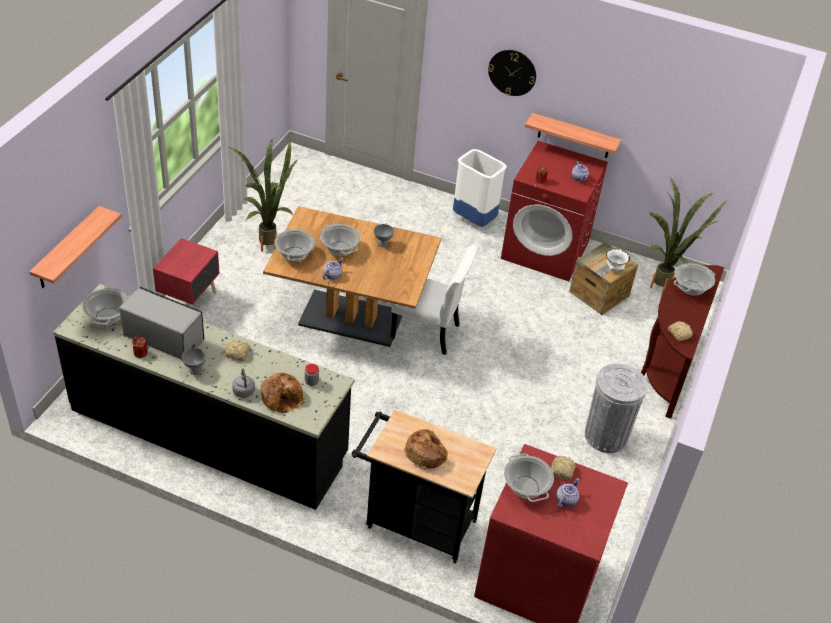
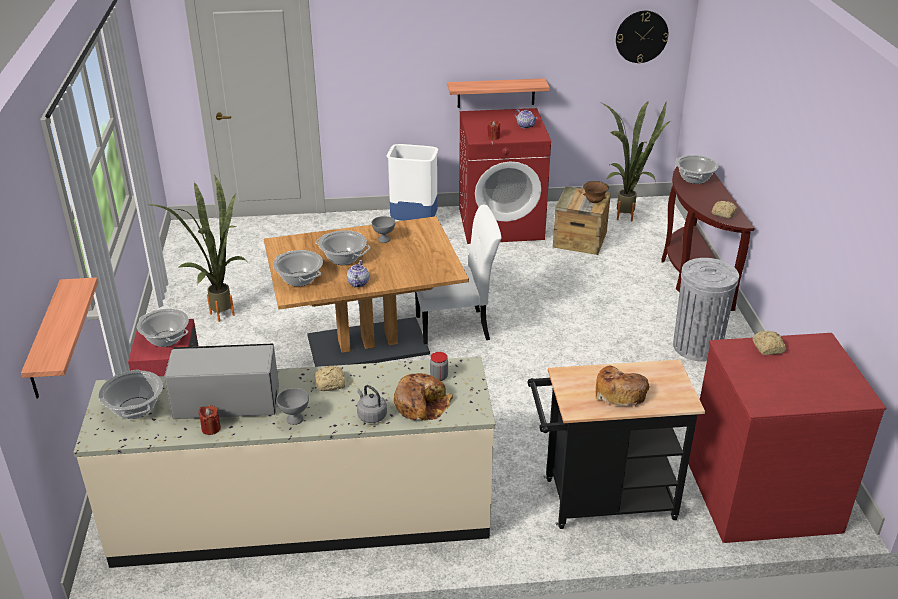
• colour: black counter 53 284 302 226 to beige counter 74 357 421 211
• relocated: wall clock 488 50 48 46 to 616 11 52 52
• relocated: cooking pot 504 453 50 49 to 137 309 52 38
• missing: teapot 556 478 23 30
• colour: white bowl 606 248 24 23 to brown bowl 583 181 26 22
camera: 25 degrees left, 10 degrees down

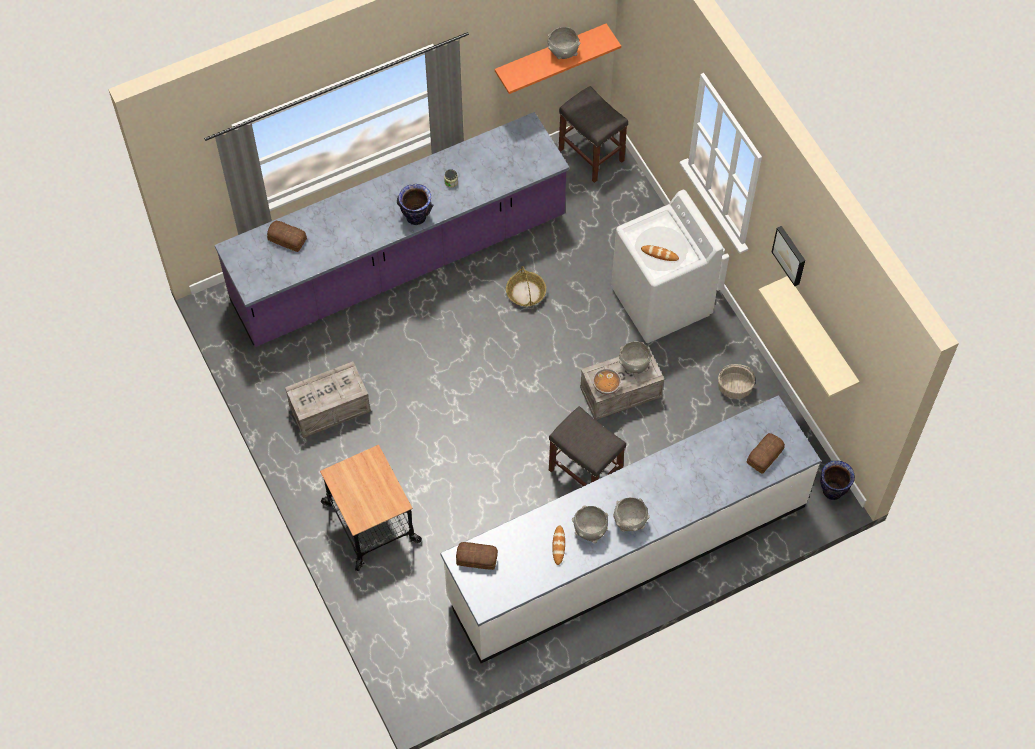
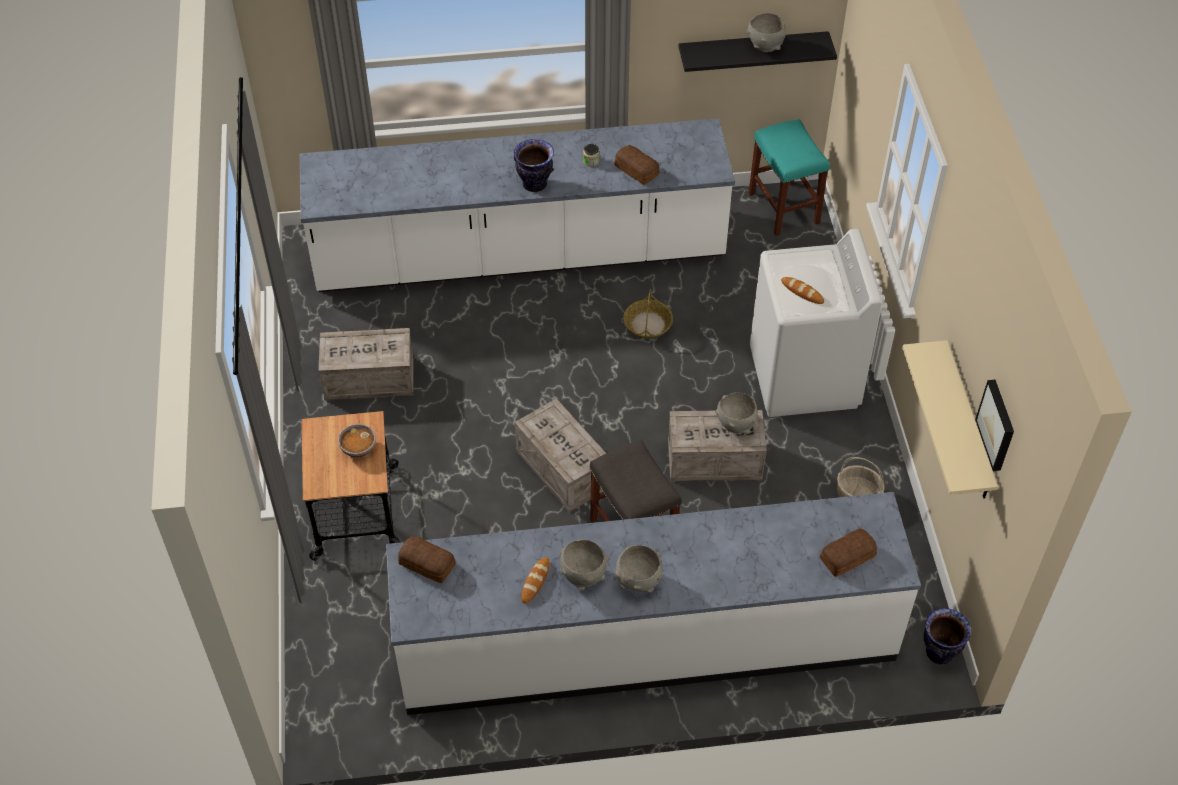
• colour: purple counter 215 112 354 235 to white counter 300 118 435 174
• relocated: bread 267 221 40 31 to 614 145 45 40
• colour: orange shelf 495 24 126 70 to black shelf 679 31 158 41
• colour: grey stool 559 86 69 97 to turquoise stool 749 119 81 117
• relocated: bowl 593 368 28 27 to 338 424 38 34
• relocated: picture 772 226 33 60 to 975 379 39 92
• appeared: crate 514 398 92 114
camera: 20 degrees right, 10 degrees down

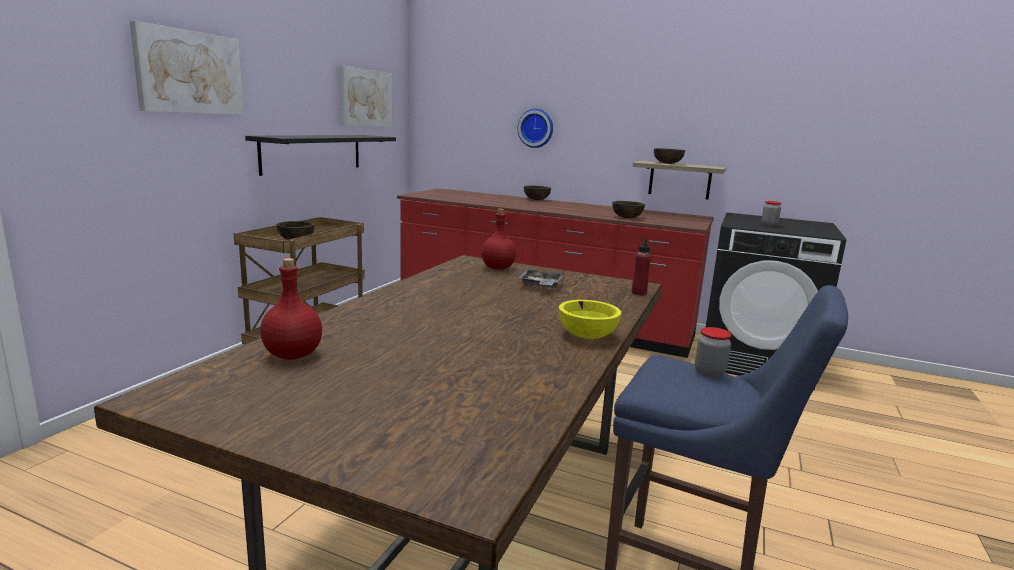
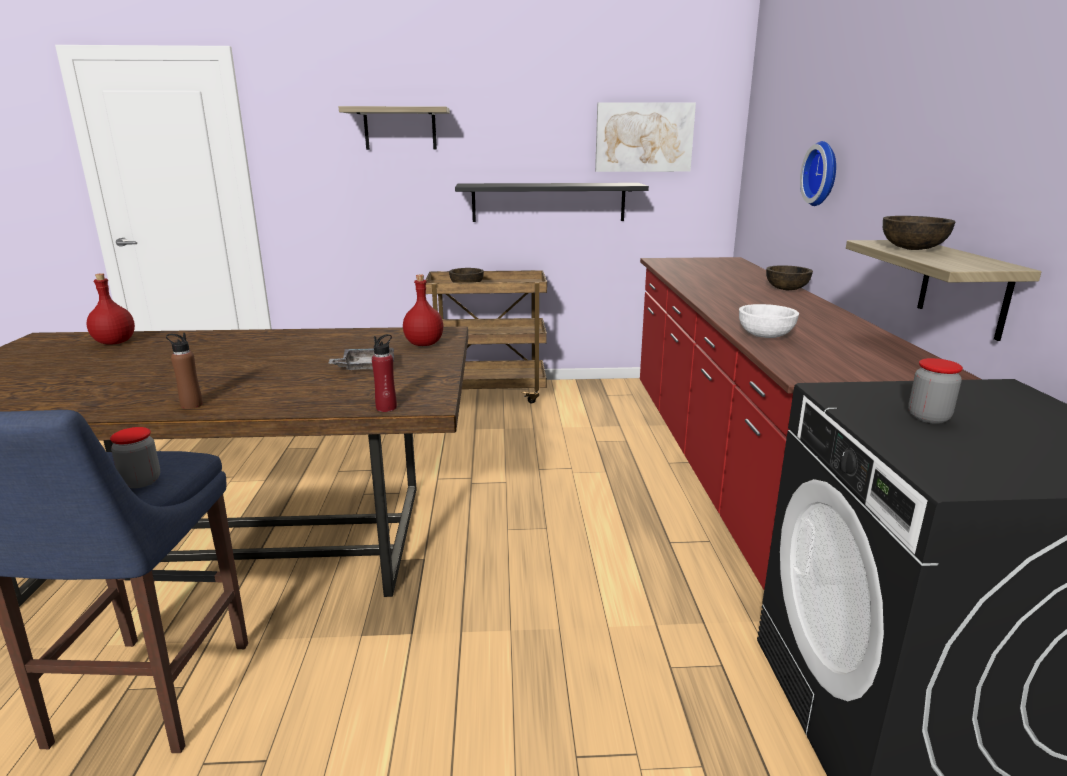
• exchanged: picture 130 21 114 94 to shelf 339 106 111 44
• exchanged: yellow bowl 559 300 62 39 to brown bottle 166 333 37 76
• colour: brown bowl 612 201 33 17 to white bowl 739 304 60 34
camera: 65 degrees right, 5 degrees up

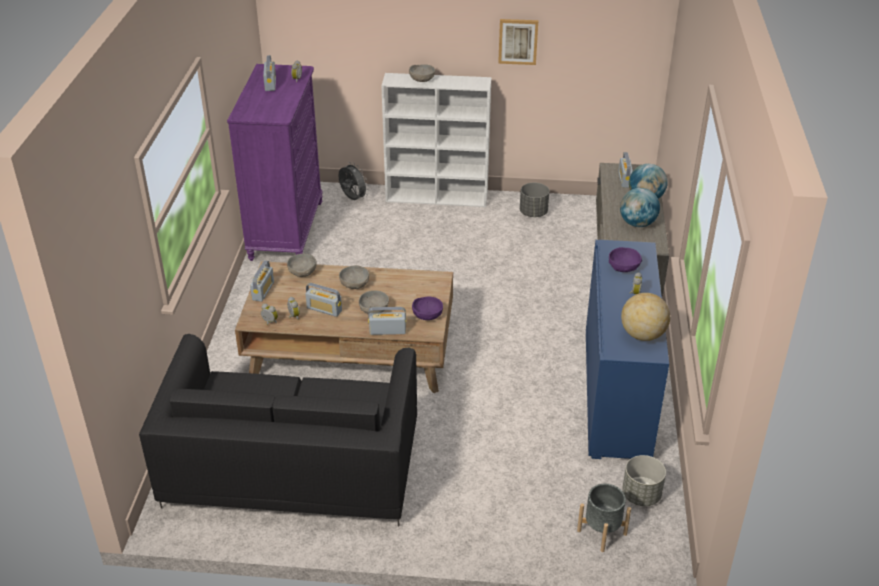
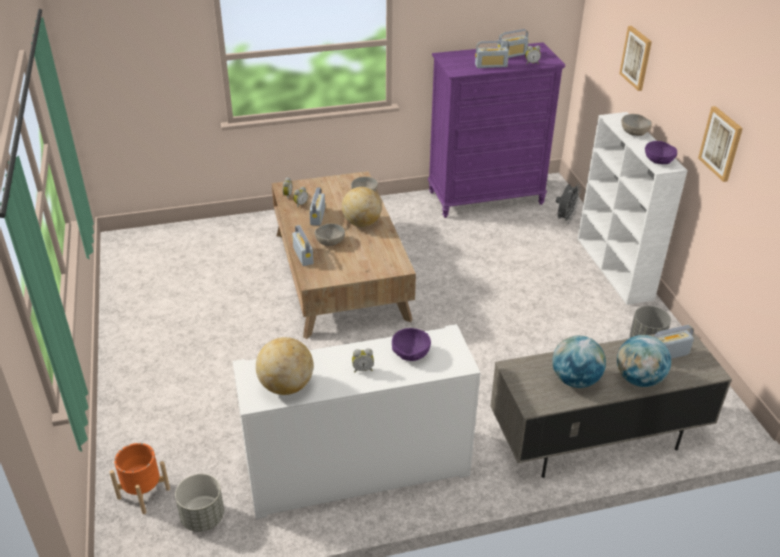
• missing: black sofa 139 334 278 193
• relocated: radio 250 260 24 42 to 475 41 34 27
• exchanged: grey bowl 339 265 30 24 to globe 342 187 40 40
• relocated: purple bowl 412 297 31 23 to 645 141 32 23
• colour: grey planter 577 484 54 68 to orange planter 110 443 60 71
• colour: blue cabinet 586 240 83 219 to white cabinet 232 324 248 195
• appeared: picture 619 26 33 65
camera: 70 degrees right, 0 degrees up

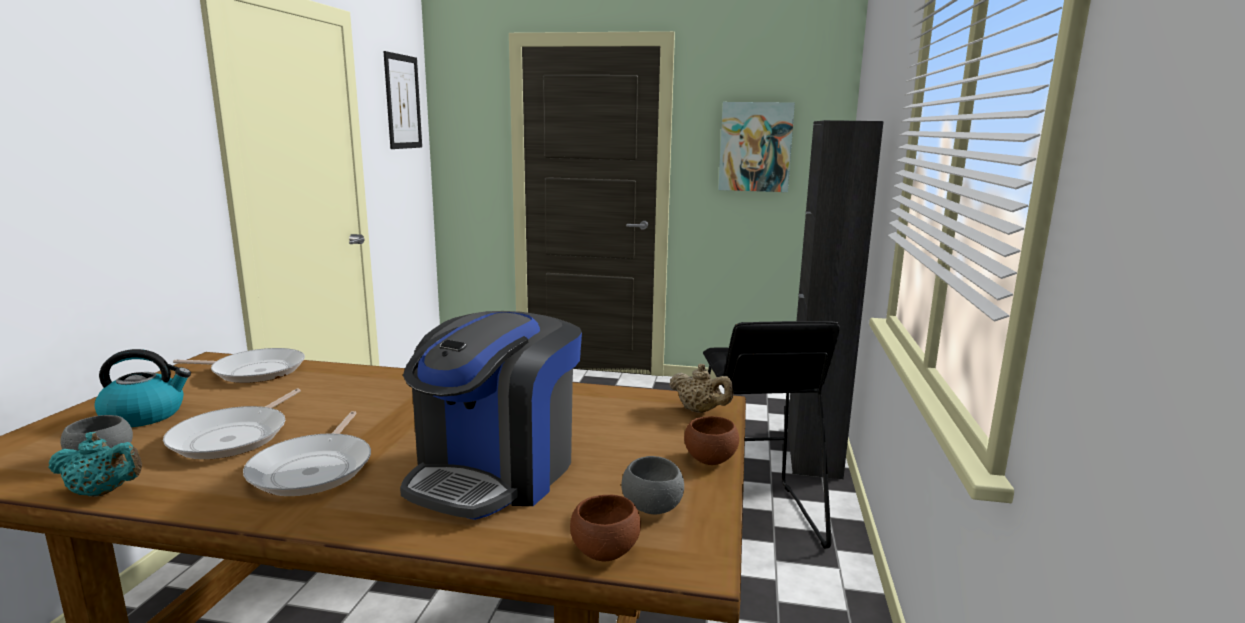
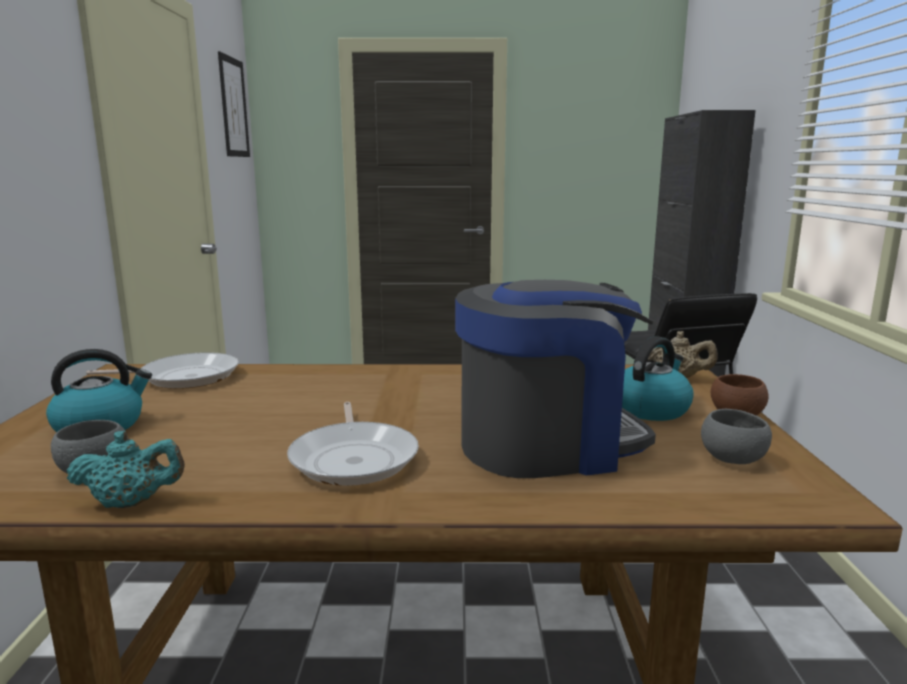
• missing: frying pan 163 389 138 70
• spun: coffee machine 400 311 182 209 = 455 280 201 198 120 degrees counterclockwise
• missing: brown bowl 570 495 71 66
• missing: picture 718 102 77 90
• appeared: kettle 622 336 72 85
camera: 10 degrees left, 0 degrees up

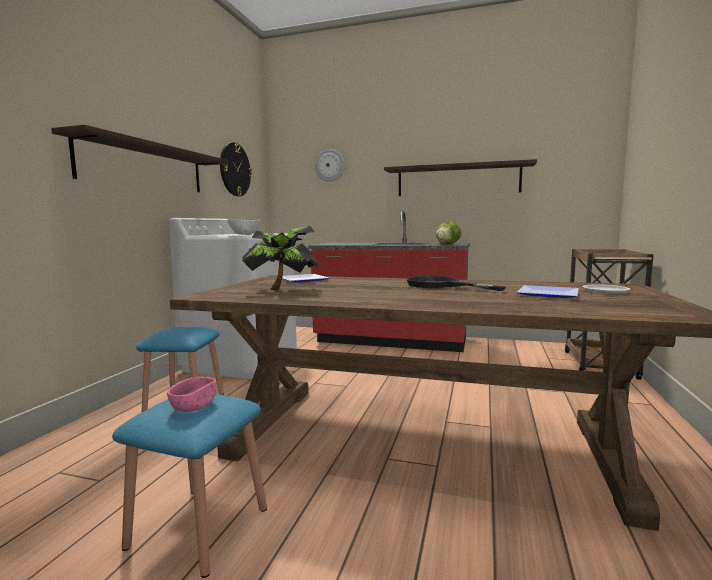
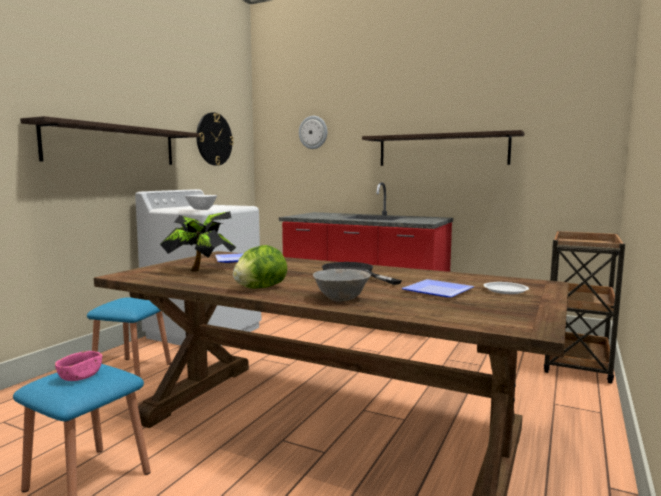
• relocated: lettuce 436 221 26 23 to 233 245 54 44
• appeared: grey bowl 313 269 58 33
camera: 10 degrees right, 0 degrees up

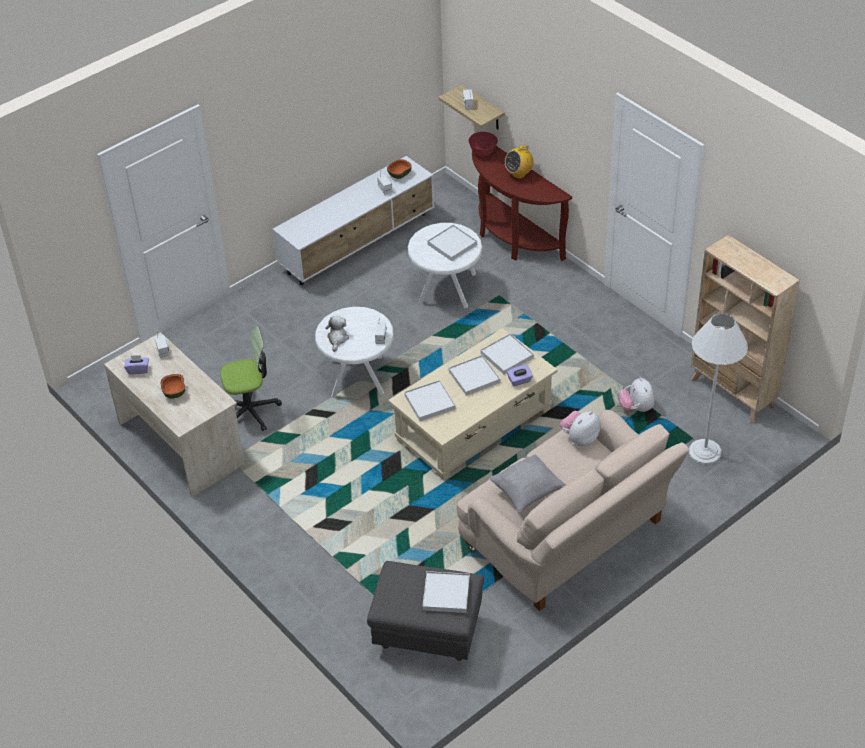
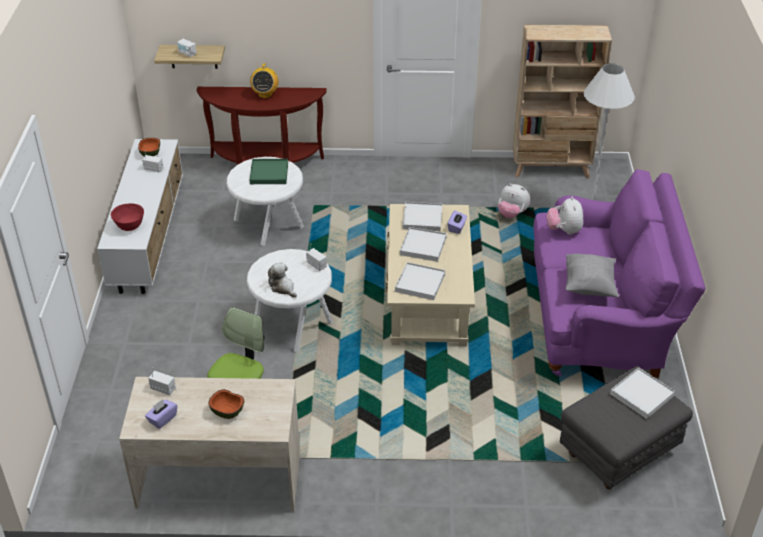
• colour: white tray 427 225 50 36 to green tray 250 159 38 25
• colour: beige sofa 457 410 232 201 to purple sofa 533 169 173 209
• relocated: red bowl 469 132 29 25 to 111 203 33 28
camera: 50 degrees left, 5 degrees down

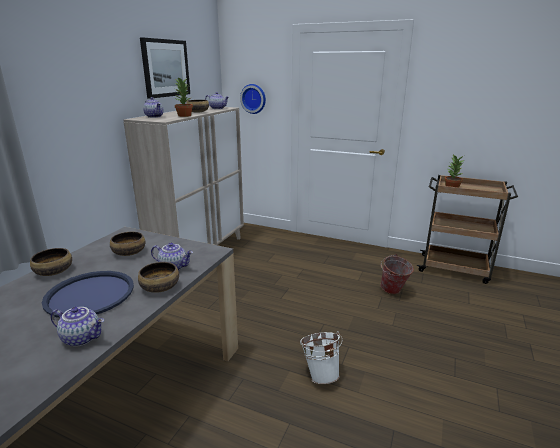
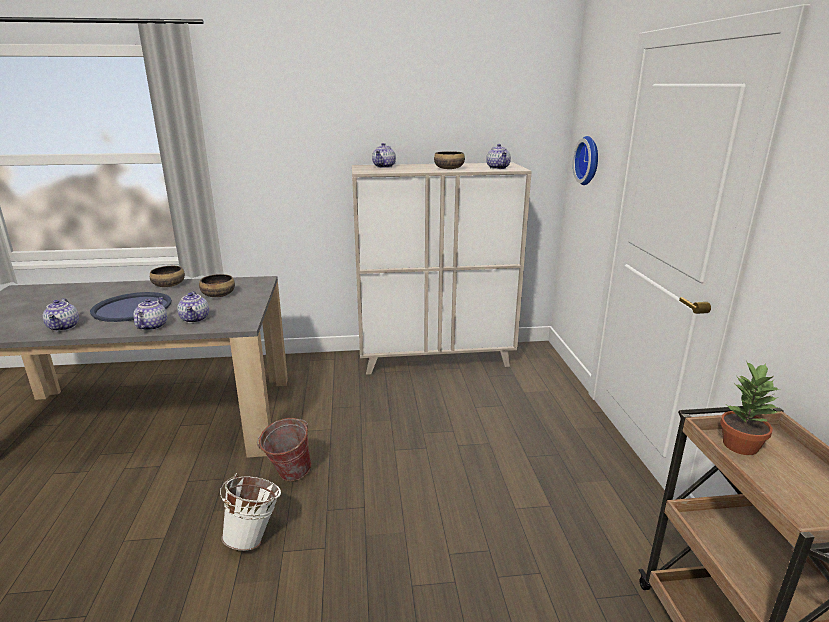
• exchanged: bowl 138 262 41 31 to teapot 133 297 34 34
• missing: picture 140 37 50 62
• missing: potted plant 174 77 19 40
• relocated: bucket 380 254 34 40 to 257 418 54 63
camera: 60 degrees right, 0 degrees up

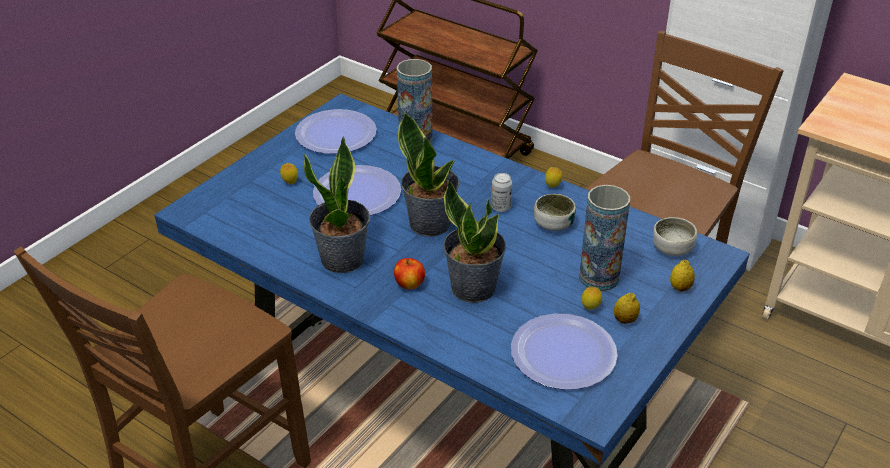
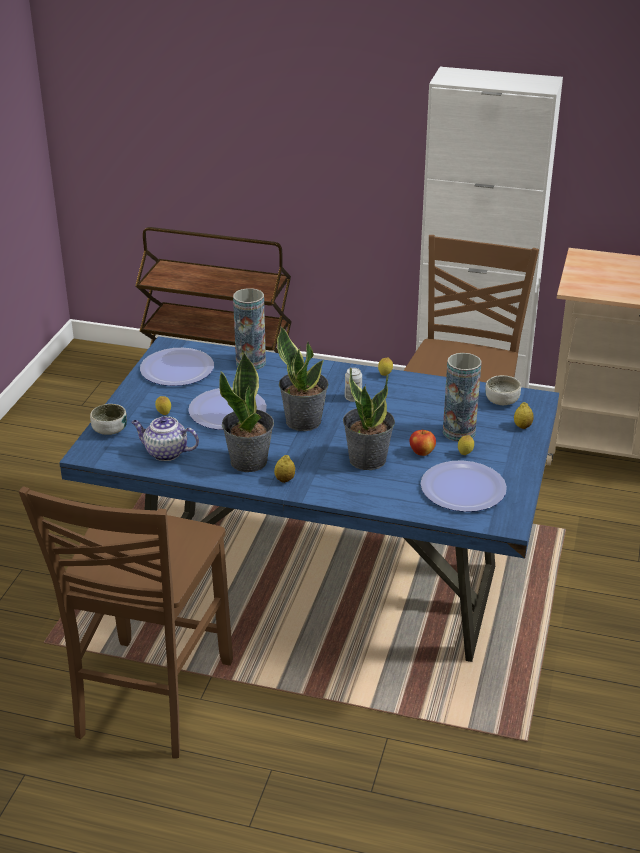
• relocated: apple 394 258 31 32 to 410 430 26 26
• relocated: bowl 534 194 42 37 to 90 404 37 31
• relocated: lemon 614 293 26 31 to 274 455 21 28
• appeared: teapot 131 416 68 45
camera: 20 degrees left, 5 degrees down

